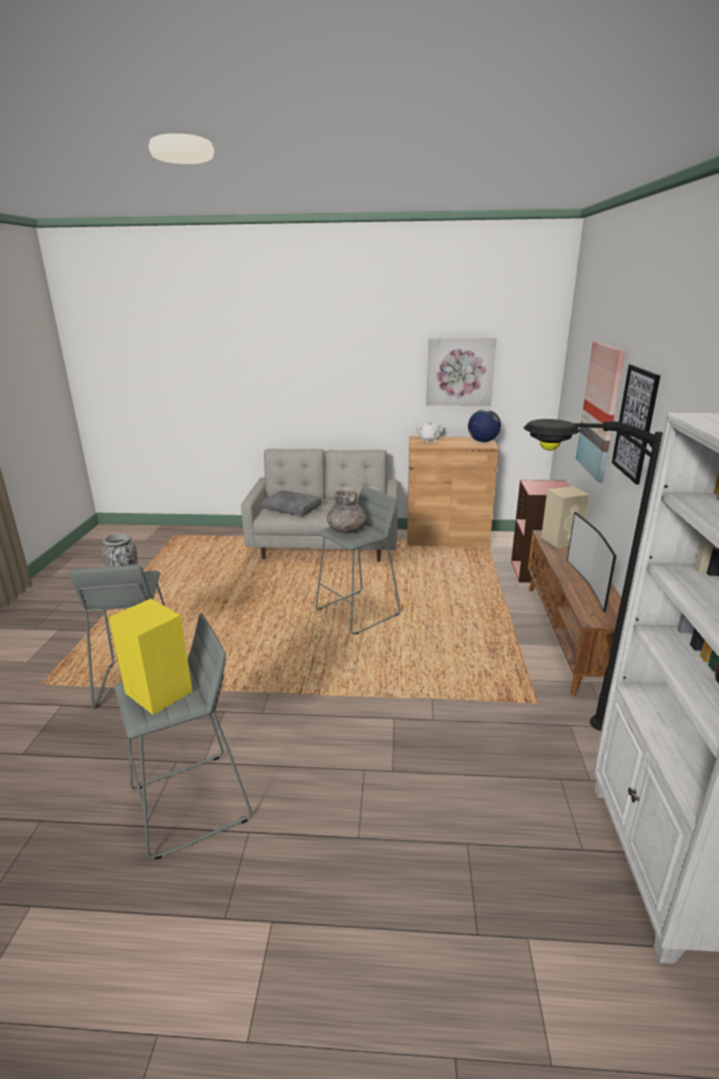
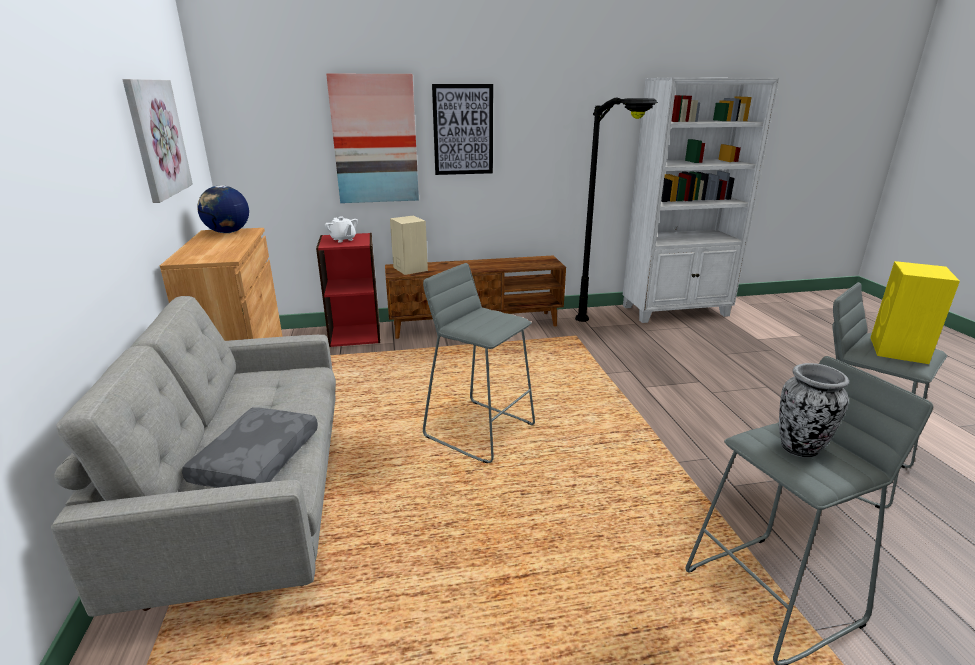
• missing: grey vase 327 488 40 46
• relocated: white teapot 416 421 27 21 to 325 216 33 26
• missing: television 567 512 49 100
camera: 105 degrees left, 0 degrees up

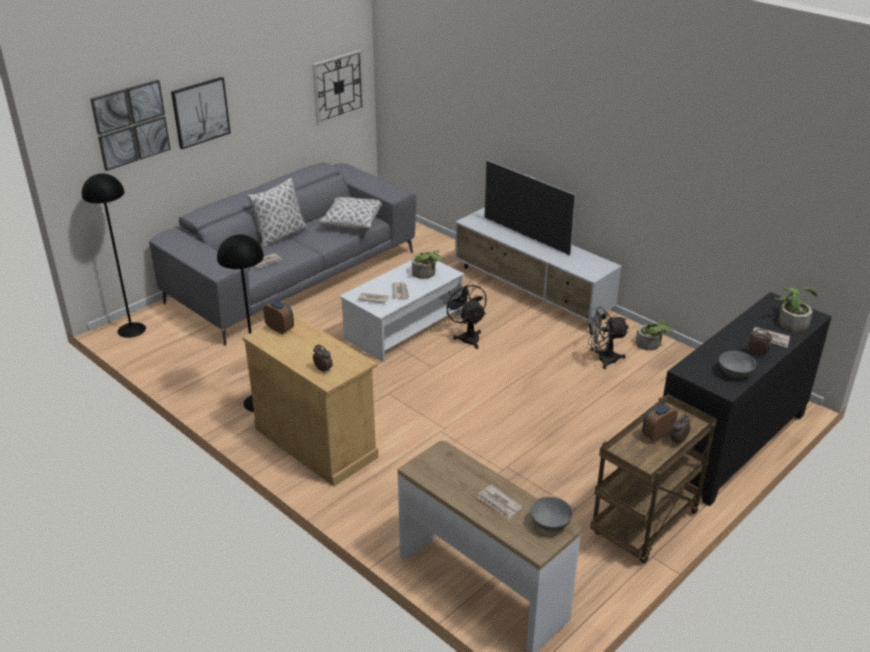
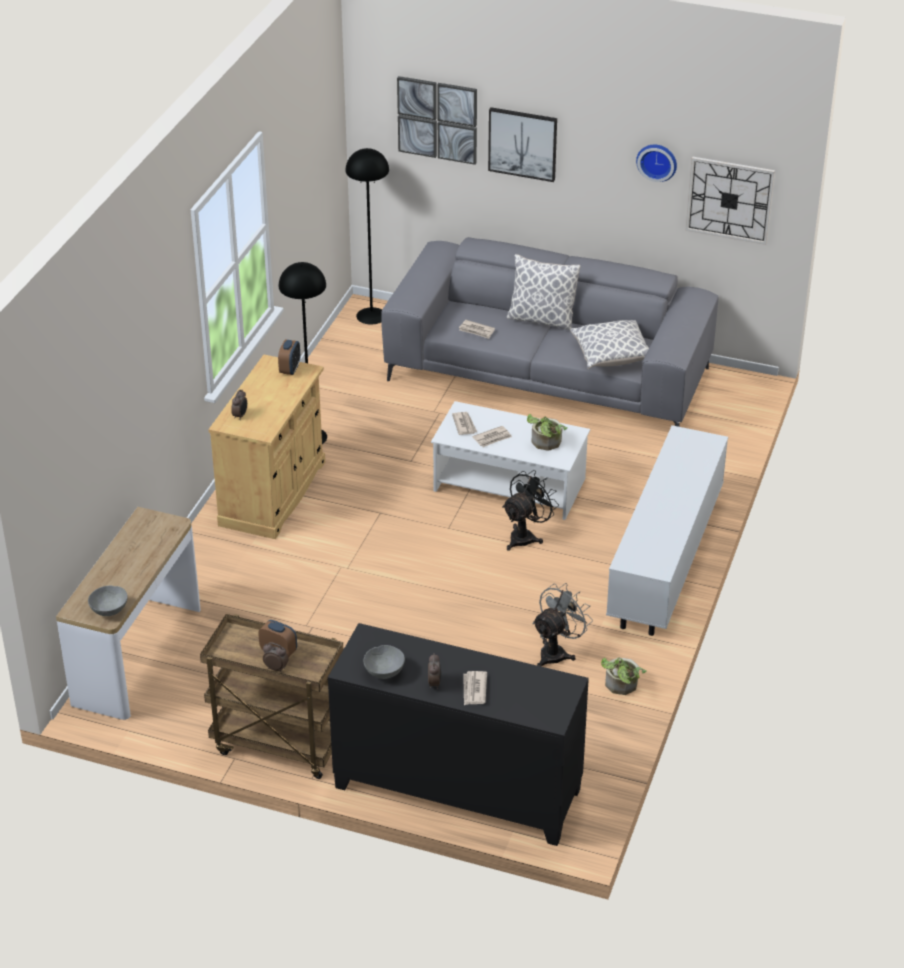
• missing: newspaper 477 485 45 34
• missing: television 484 160 92 95
• spun: grey fan 585 307 44 62 = 532 583 61 83 75 degrees clockwise
• missing: potted plant 775 287 42 45
• appeared: wall clock 636 145 41 37
camera: 65 degrees right, 5 degrees up

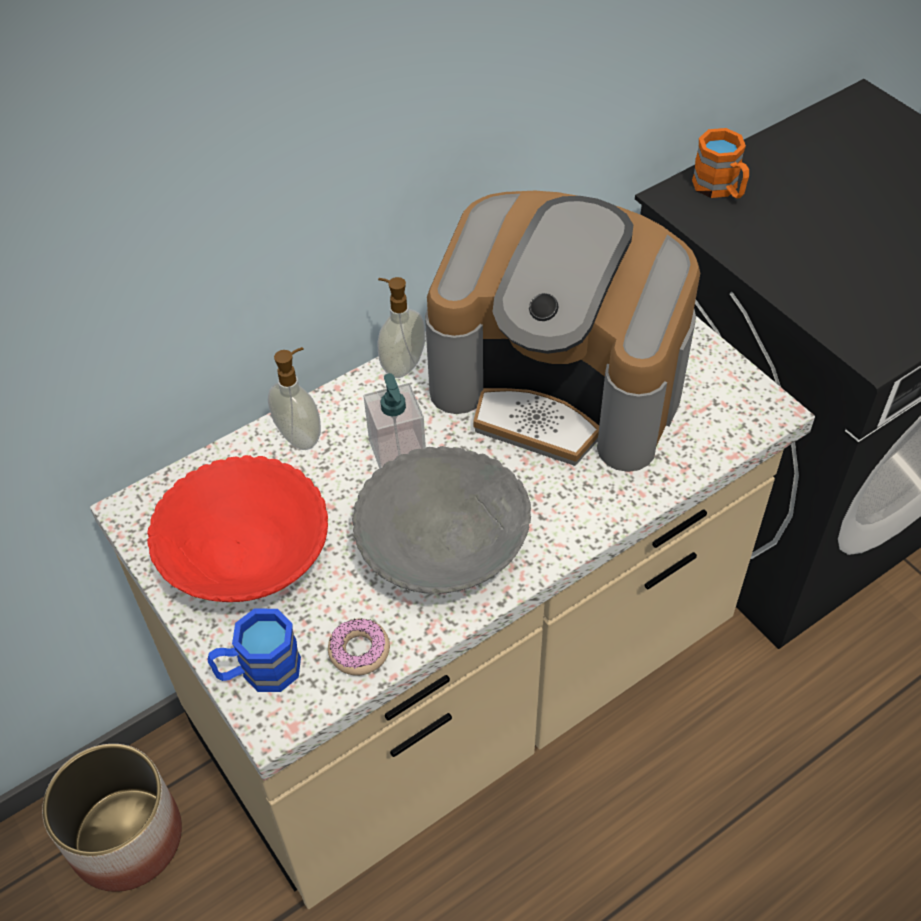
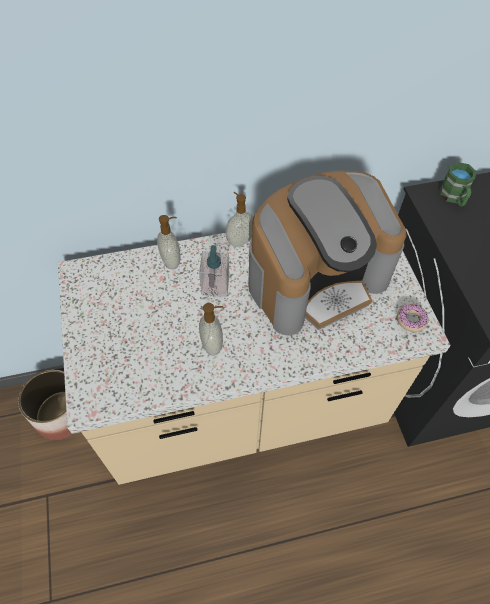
• missing: red bowl 147 455 181 147
• missing: blue mug 208 609 93 83
• relocated: donut 328 618 62 58 to 397 304 32 28
• exchanged: grey bowl 352 446 179 148 to soap dispenser 199 303 24 53
• spun: coffee machine 425 191 275 281 = 248 171 159 165 75 degrees counterclockwise
• colour: orange mug 692 128 57 71 to green mug 440 162 36 45
camera: 20 degrees right, 5 degrees up

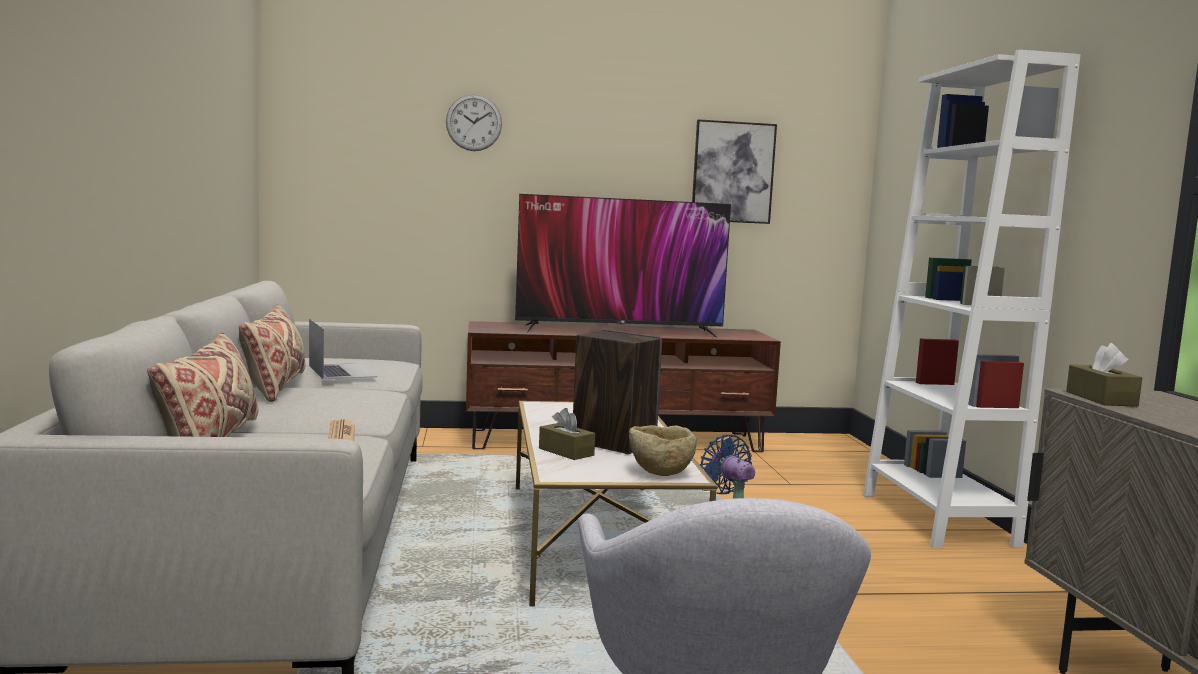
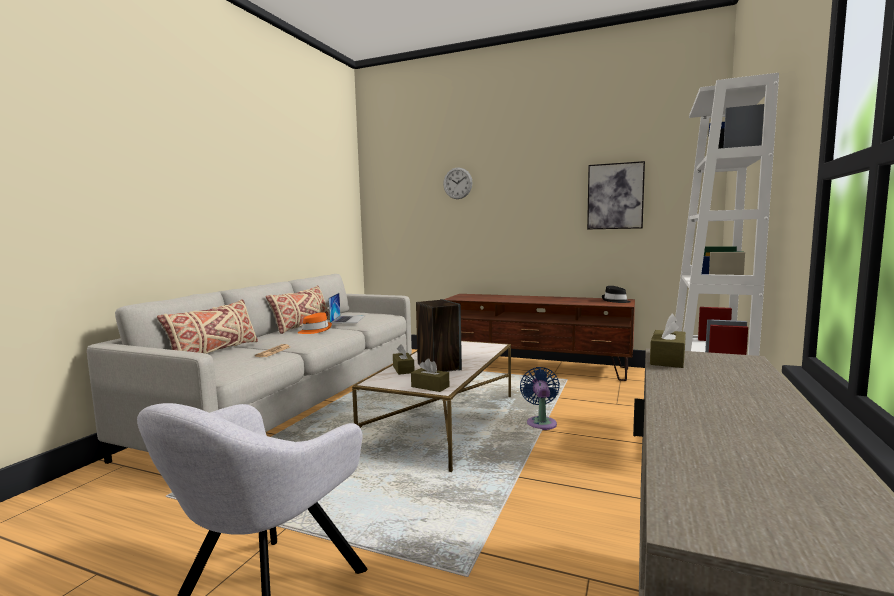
• missing: television 515 194 216 144
• exchanged: beige bowl 629 425 68 51 to brown tissue box 411 359 39 33
• appeared: orange hat 298 312 34 22
• appeared: black hat 602 286 28 17
camera: 30 degrees right, 0 degrees up

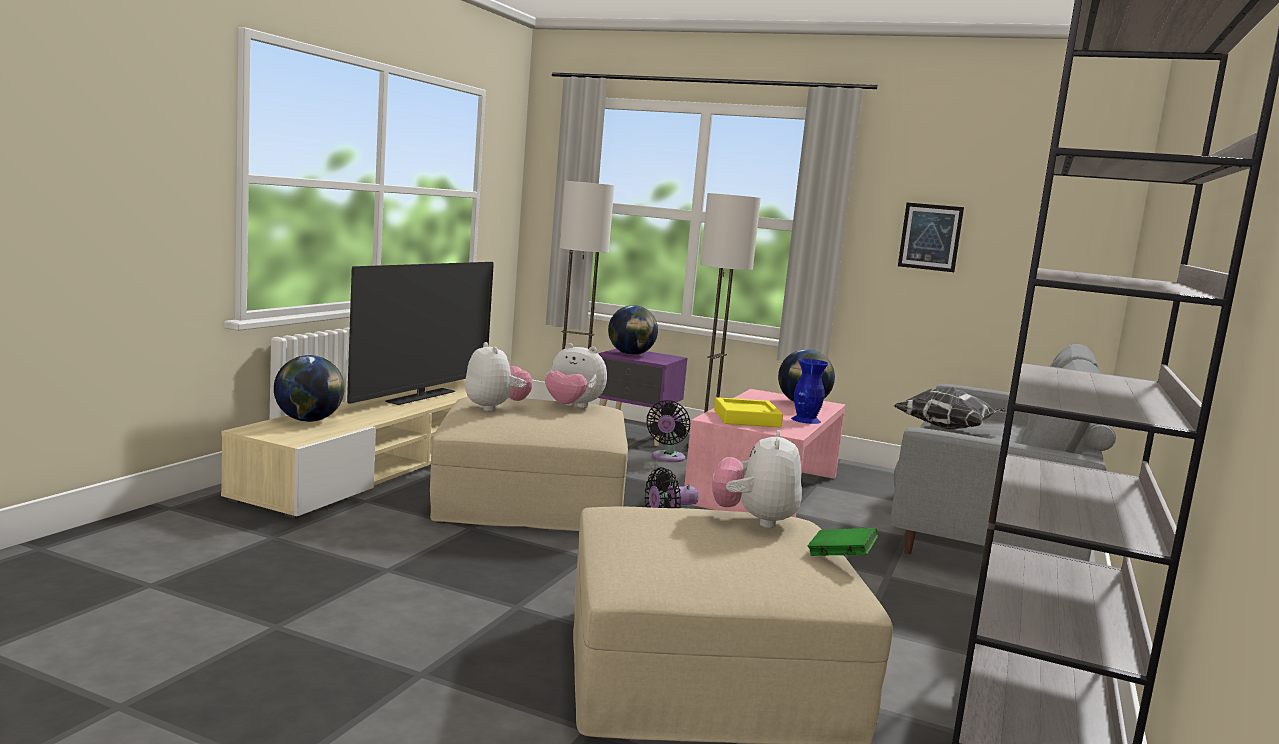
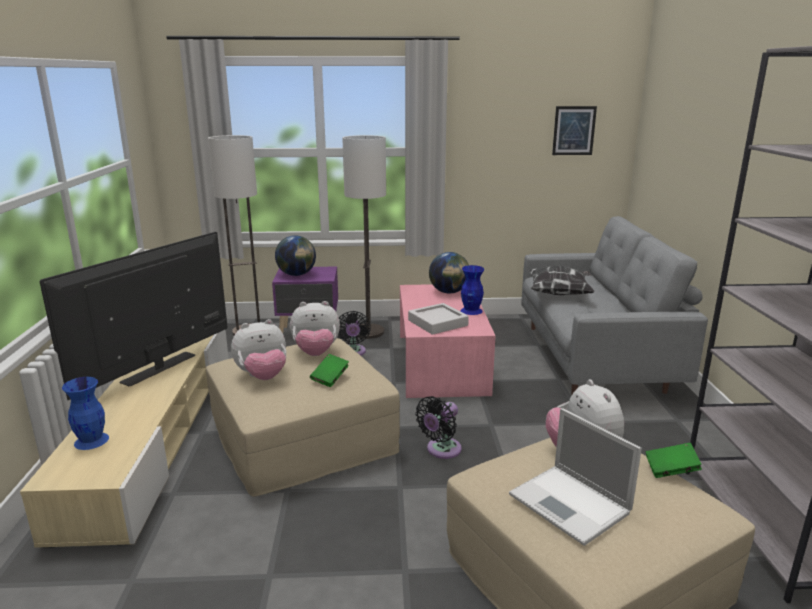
• exchanged: globe 274 355 71 67 to blue vase 62 377 47 73
• spun: television 347 262 147 143 = 39 232 189 168 150 degrees counterclockwise
• spun: plush toy 465 342 67 70 = 231 319 55 61 120 degrees clockwise
• colour: yellow tray 714 397 69 30 to grey tray 408 303 61 32
• relocated: picture 898 203 66 69 to 552 106 45 49
• appeared: green book 310 354 39 33
• appeared: laptop 509 408 133 138
camera: 25 degrees left, 10 degrees up

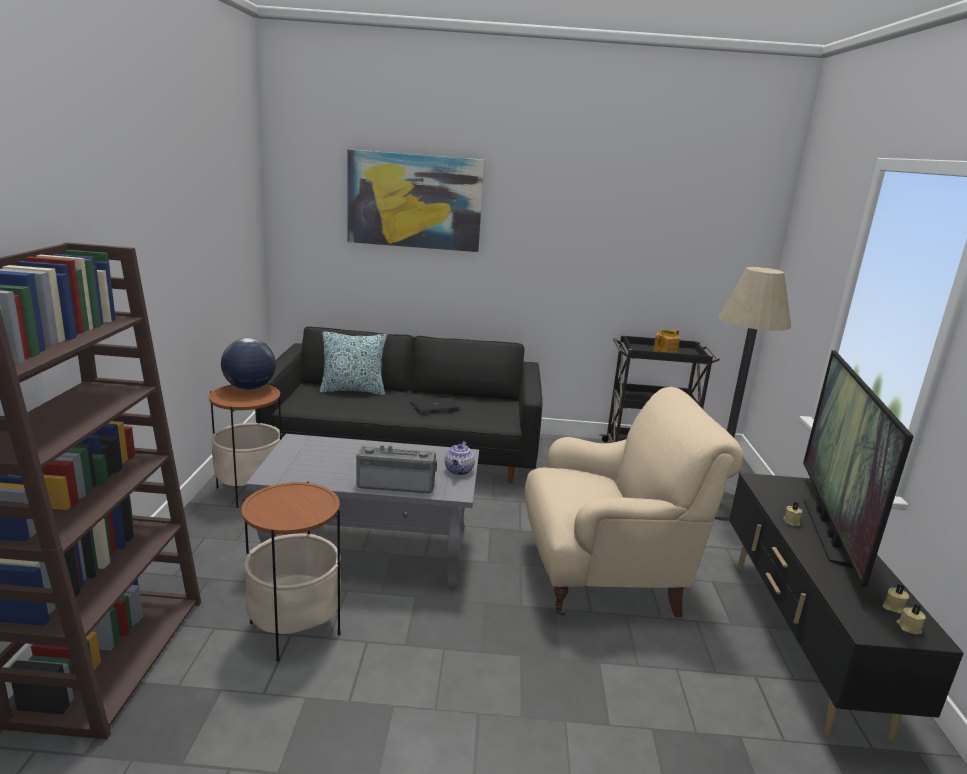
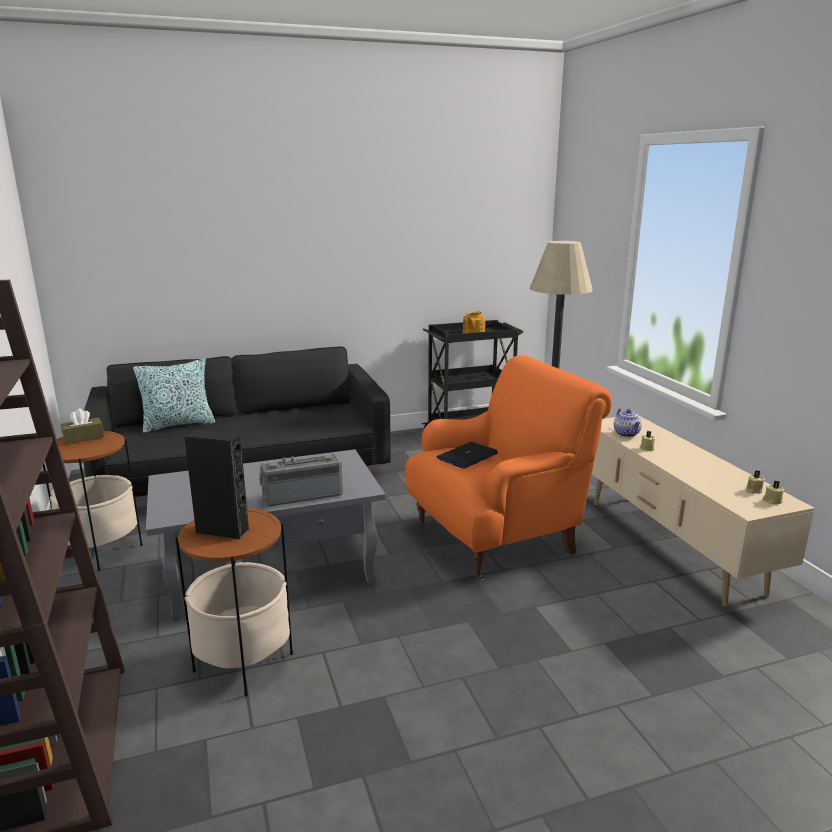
• exchanged: globe 221 338 55 52 to brown tissue box 61 409 43 35
• missing: picture 347 150 137 102
• relocated: laptop 411 398 48 16 to 437 442 61 27
• relocated: teapot 445 441 30 34 to 614 408 28 29
• colour: beige armchair 525 387 219 230 to orange armchair 405 355 207 225
• colour: black tv stand 729 473 235 268 to beige tv stand 592 415 223 192
• missing: television 803 350 111 237
• appeared: black speaker 184 429 66 110
camera: 20 degrees left, 0 degrees up

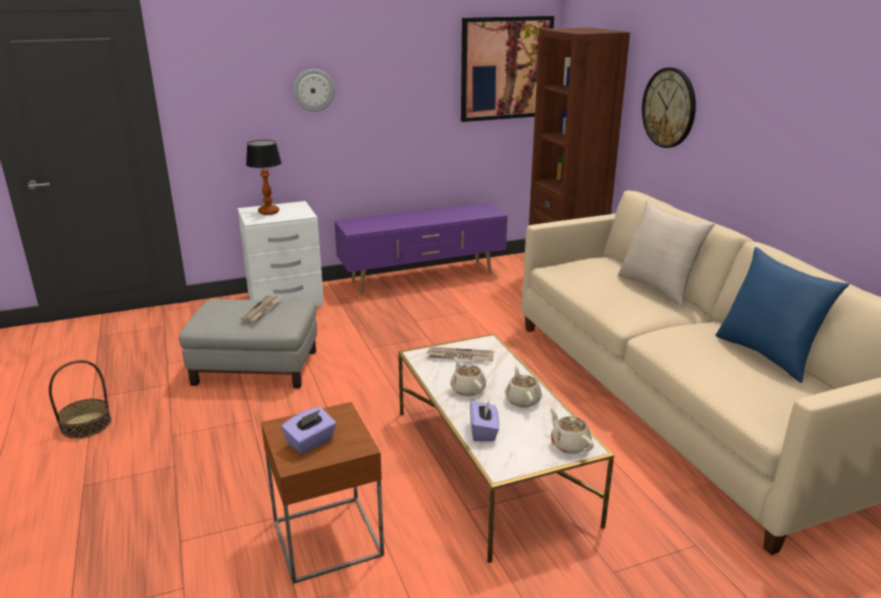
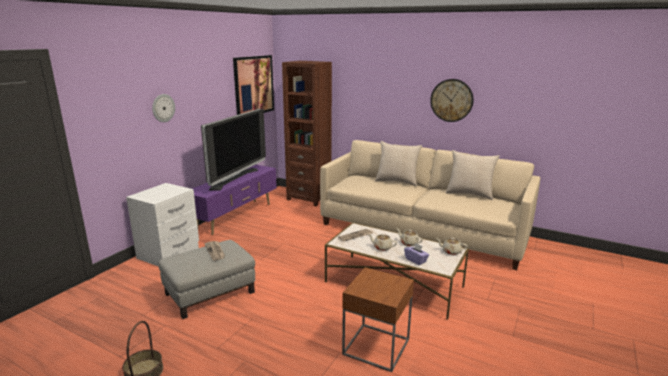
• missing: table lamp 246 140 36 75
• missing: purple tissue box 281 407 56 47
• relocated: wall clock 642 67 54 81 to 430 79 44 43
• colour: blue pillow 715 247 134 136 to beige pillow 446 150 54 50
• appeared: television 201 109 65 82
camera: 40 degrees left, 5 degrees down

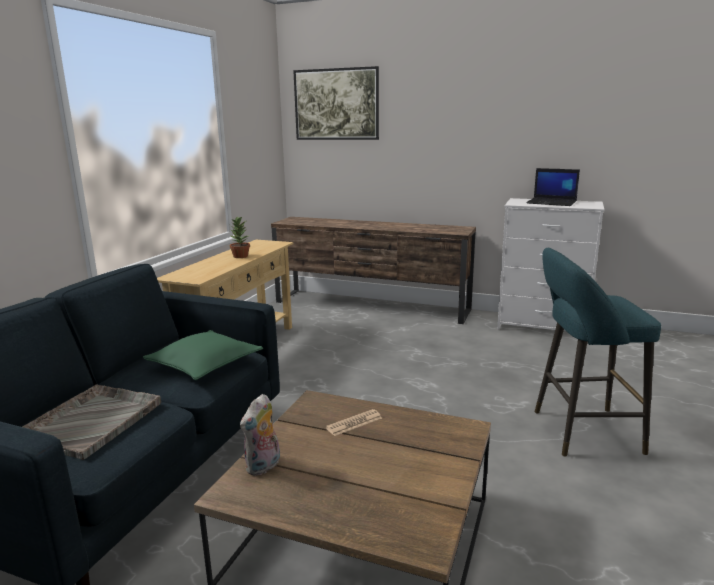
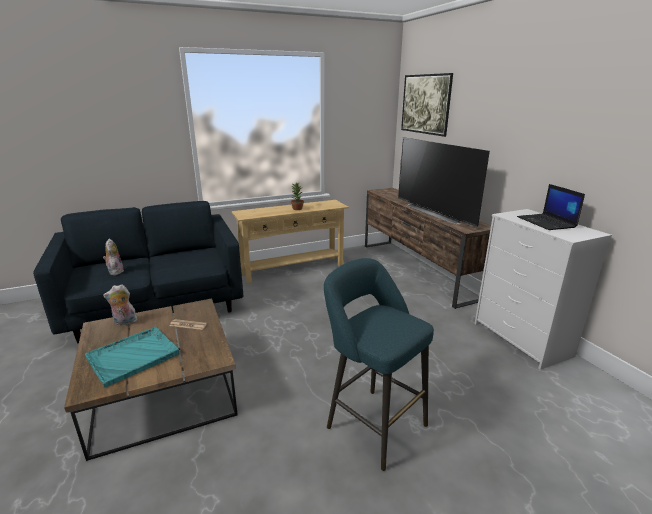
• exchanged: grey tray 23 385 138 75 to plush toy 103 239 21 36
• missing: green pillow 143 330 120 50
• appeared: turquoise tray 85 327 95 60
• appeared: television 398 137 92 90
camera: 45 degrees right, 5 degrees up

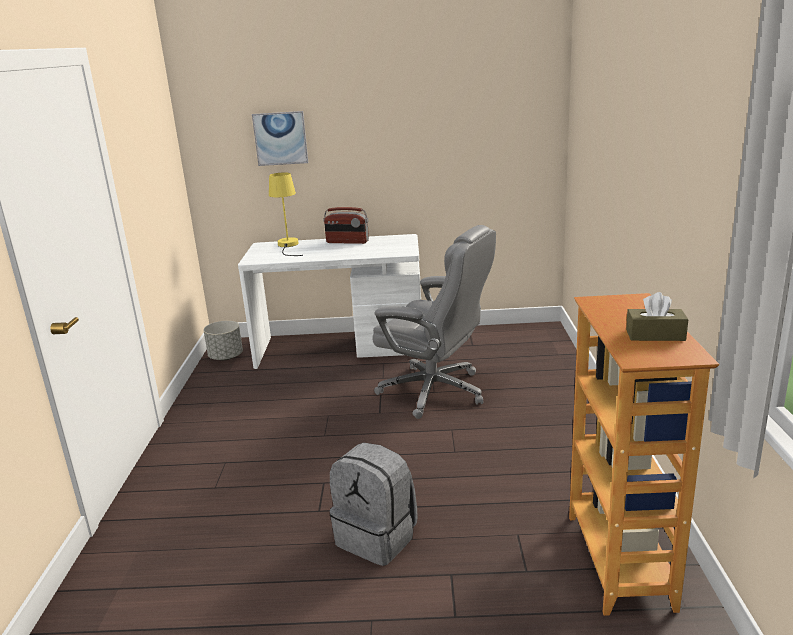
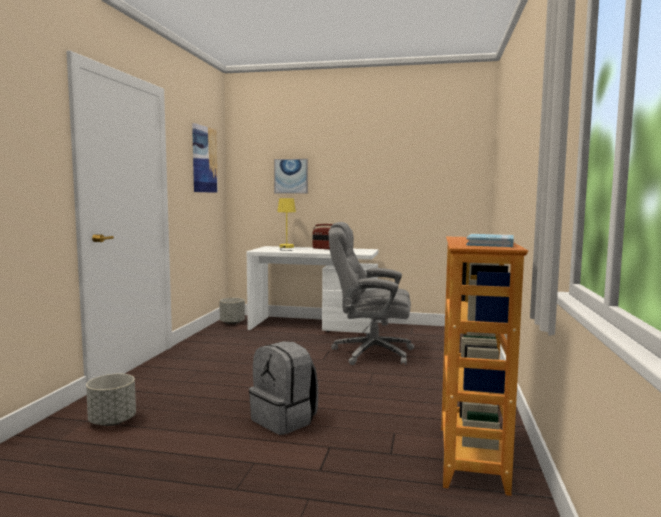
• spun: grey office chair 372 225 124 194 = 329 222 85 143 150 degrees clockwise
• exchanged: brown tissue box 626 292 62 49 to blue book 466 234 48 13
• appeared: grey planter 86 374 50 52
• appeared: picture 192 123 26 70
camera: 10 degrees right, 15 degrees down

